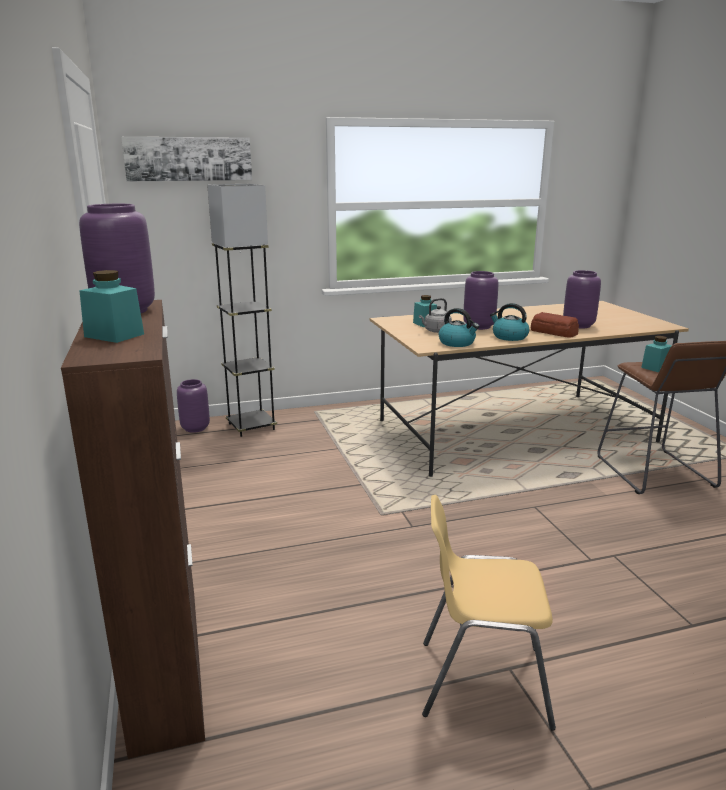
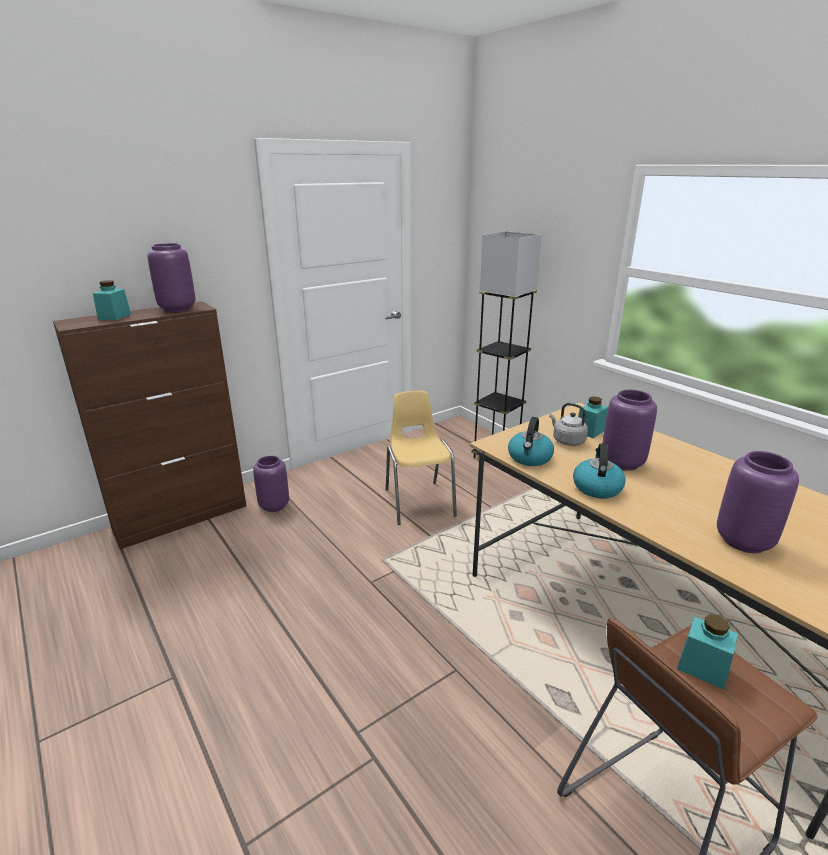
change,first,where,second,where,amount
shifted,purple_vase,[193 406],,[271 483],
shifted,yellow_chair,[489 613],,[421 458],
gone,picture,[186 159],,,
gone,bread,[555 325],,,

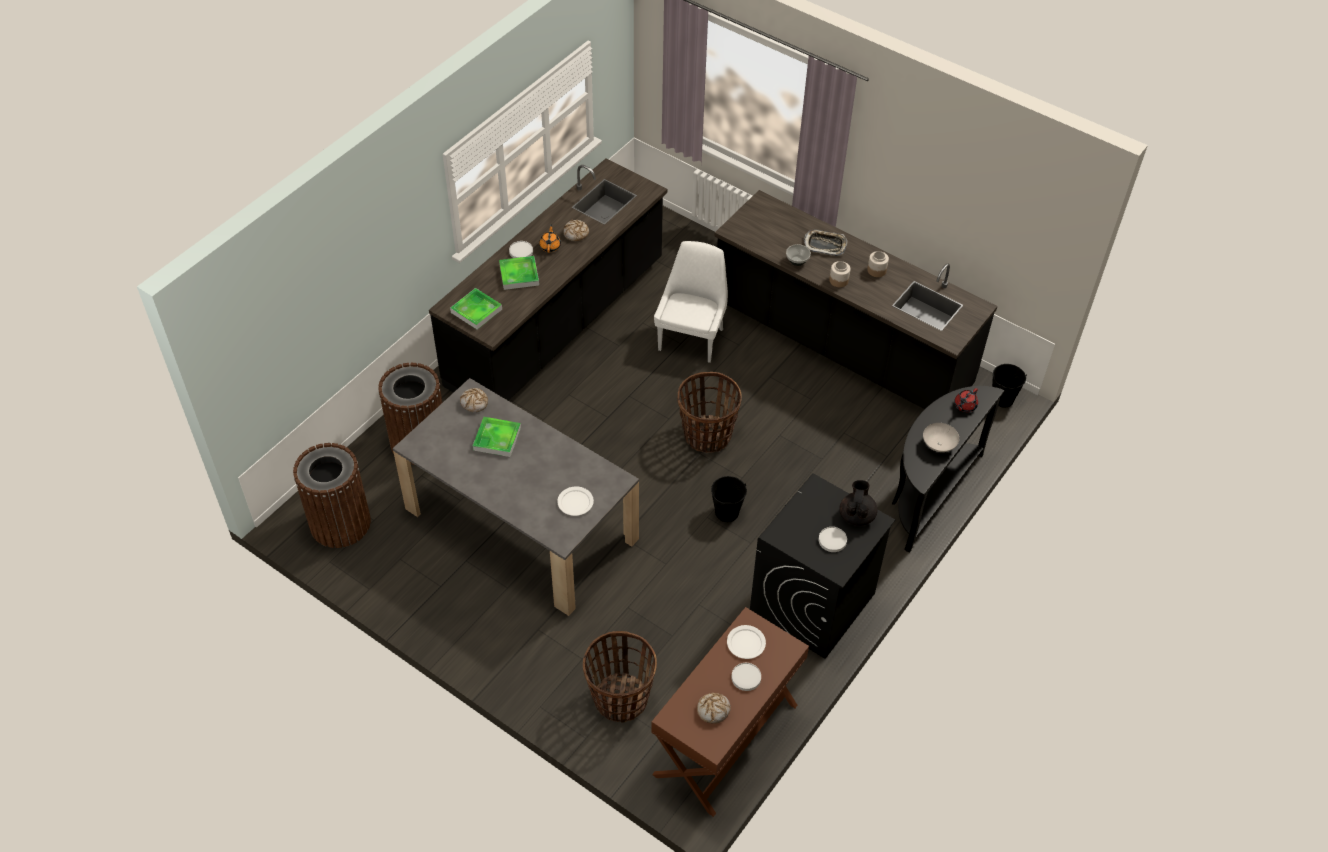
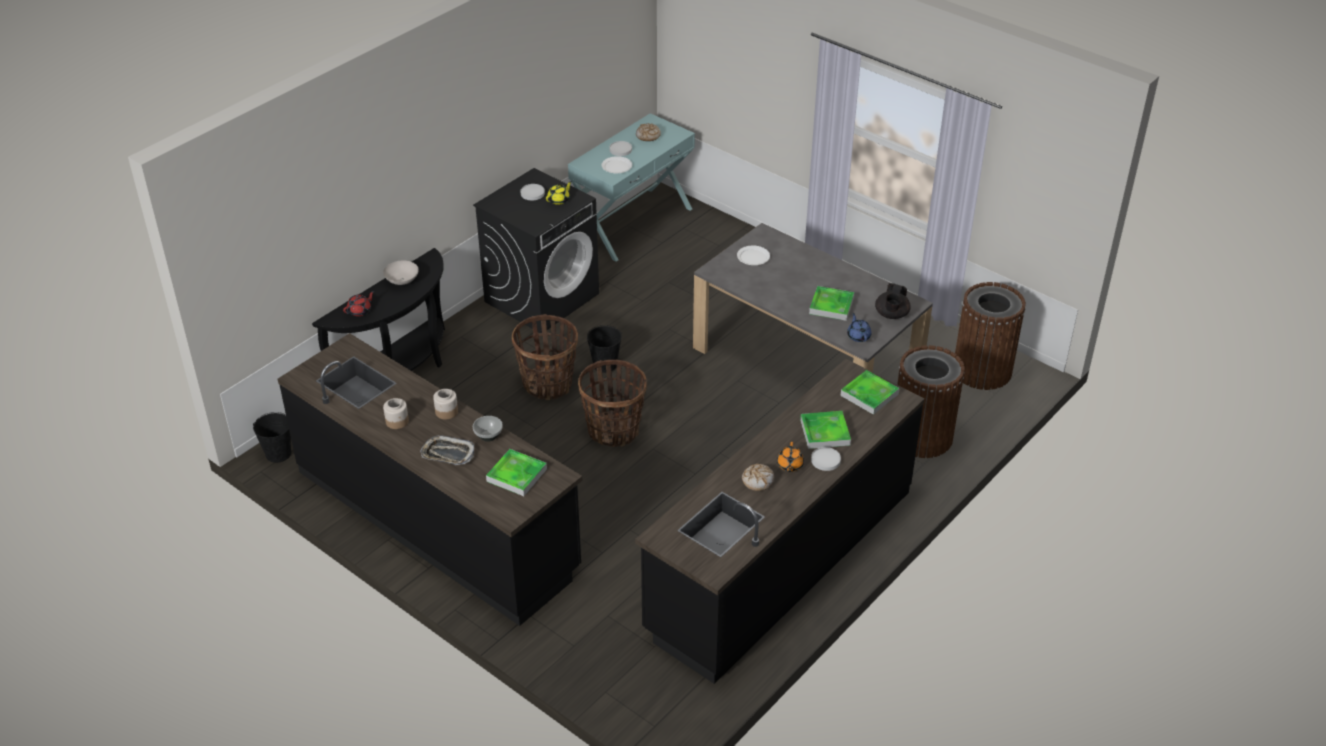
change,first,where,second,where,amount
new,,,tray,[516 472],
shifted,basket,[620 677],,[545 357],
new,,,yellow_teapot,[559 193],
repainted,brown_console_table,[730 712],turquoise_console_table,[631 187],
swapped,bread,[474 400],blue_teapot,[859 327],
shifted,black_teapot,[858 503],,[893 301],
gone,white_chair,[691 302],,,

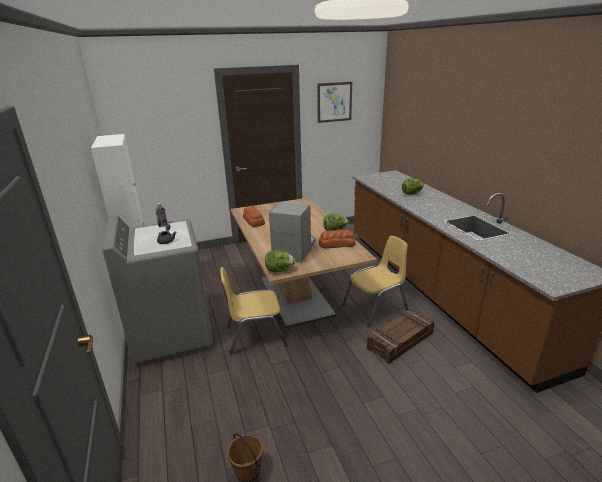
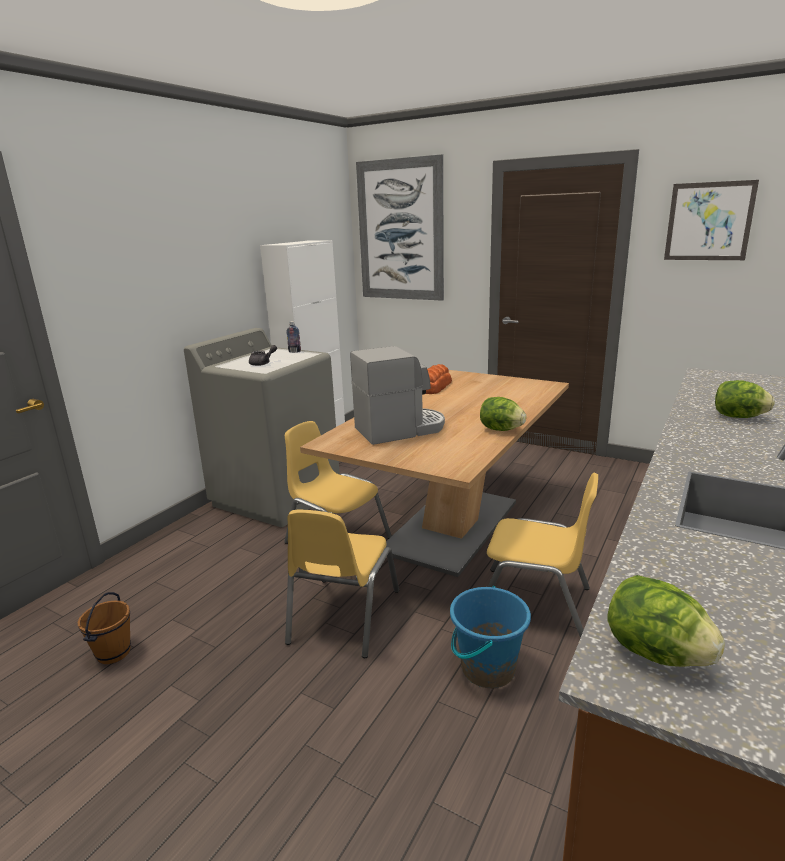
change,first,where,second,where,amount
new,,,yellow_chair,[342 583],
new,,,picture,[400 227],
swapped,crate,[401 336],blue_bucket,[490 637],
shifted,lettuce,[280 261],,[666 621],
gone,bread,[337 239],,,

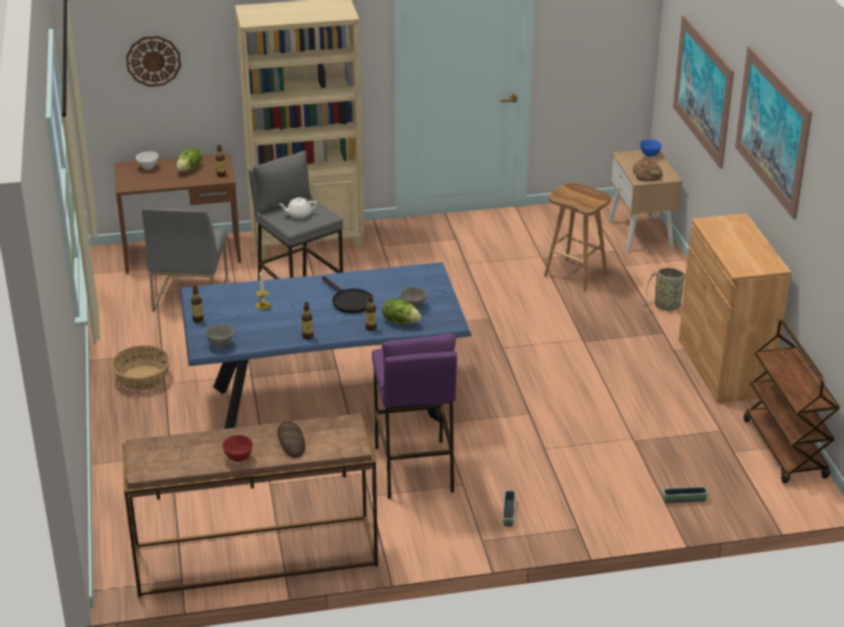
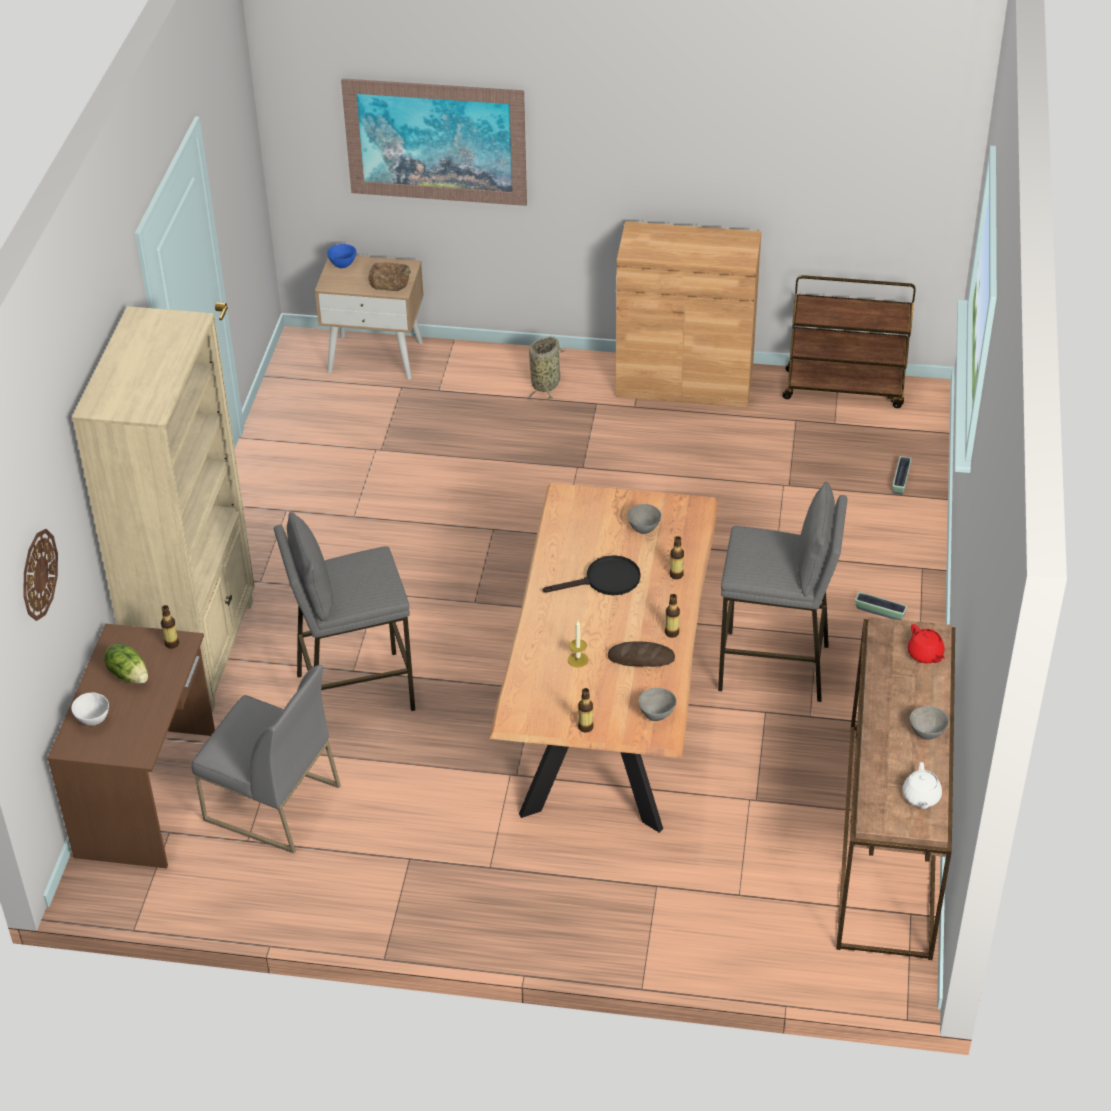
change,first,where,second,where,amount
repainted,blue_dining_table,[326 345],brown_dining_table,[603 658],
shifted,bread,[291 439],,[641 654],
repainted,purple_stool,[414 416],grey_stool,[782 592],
shifted,white_teapot,[297 208],,[922 785],
new,,,red_teapot,[926 643],
repainted,red_bowl,[237 448],grey_bowl,[929 723],
gone,basket,[140 368],,,
gone,lettuce,[401 311],,,
gone,brown_stool,[577 237],,,
gone,picture,[773 133],,,

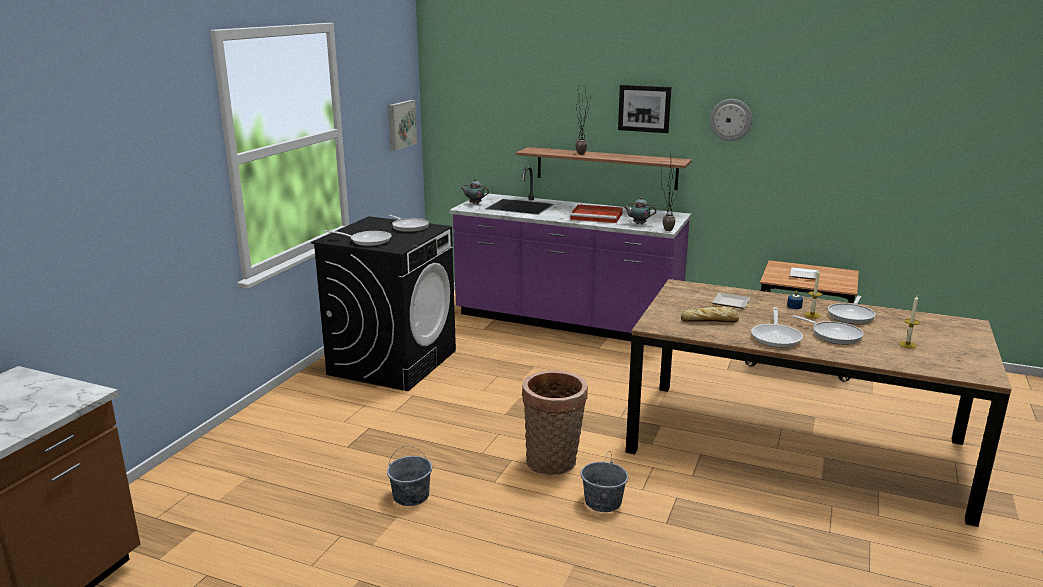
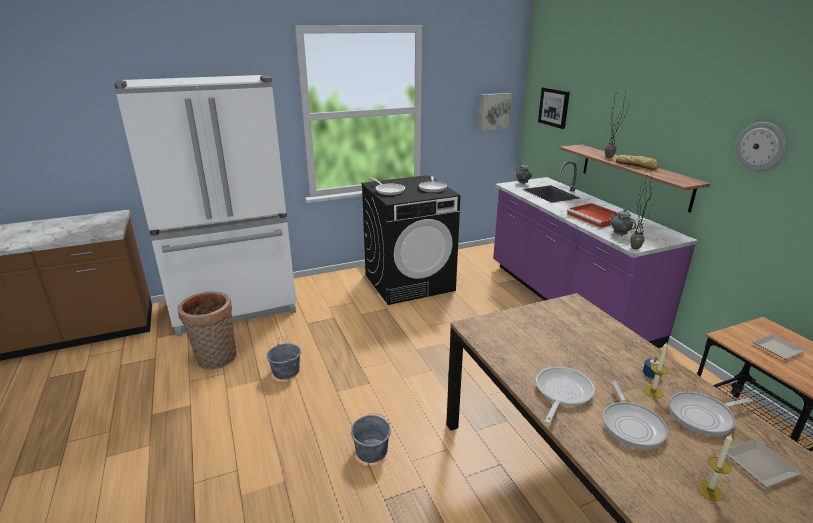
change,first,where,second,where,amount
new,,,white_fridge,[205 206],
shifted,basket,[555 422],,[207 330],
rotated,frying_pan,[777 327],,[565 395],150 degrees clockwise
shifted,picture,[645 109],,[554 108],
shifted,bread,[710 314],,[637 162],
shifted,plate,[731 300],,[764 463],

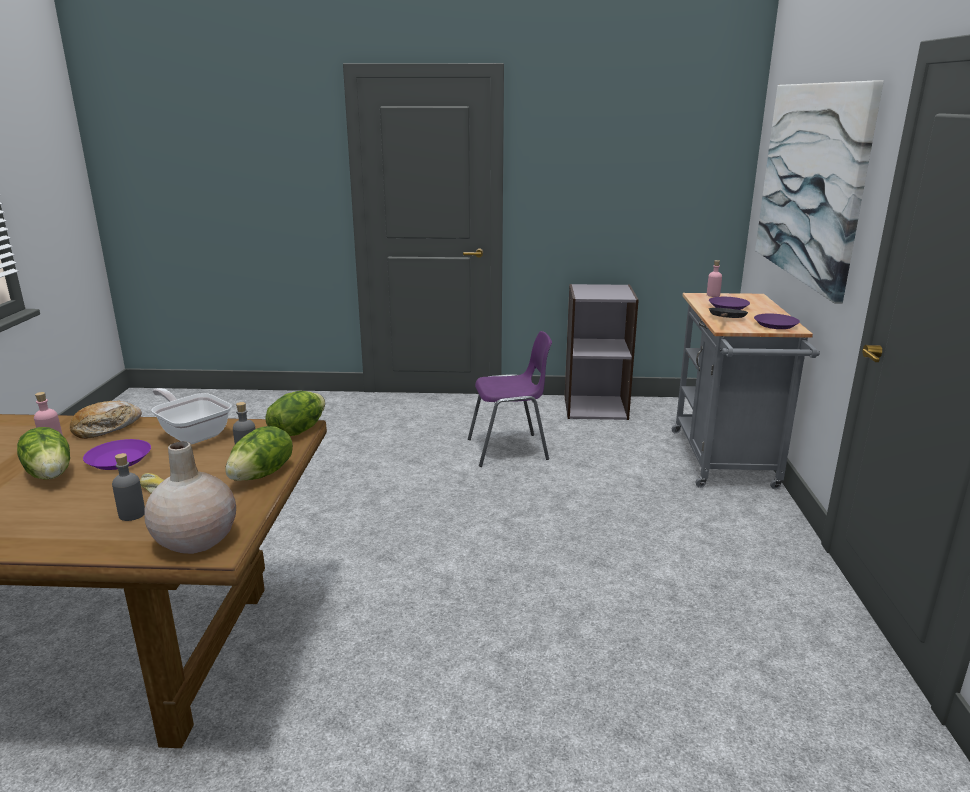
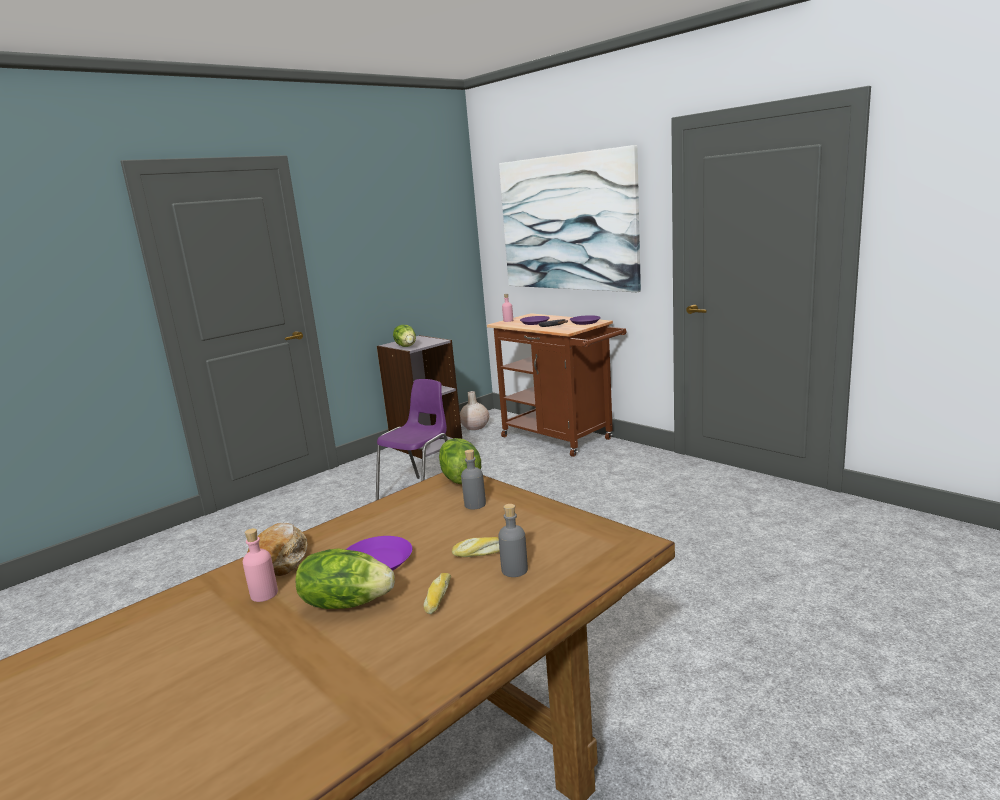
change,first,where,second,where,amount
shifted,lettuce,[259 453],,[404 336],
new,,,bread,[437 593],
shifted,beige_vase,[190 497],,[474 410],
repainted,grey_cart,[746 391],brown_cart,[556 385],
gone,frying_pan,[191 416],,,

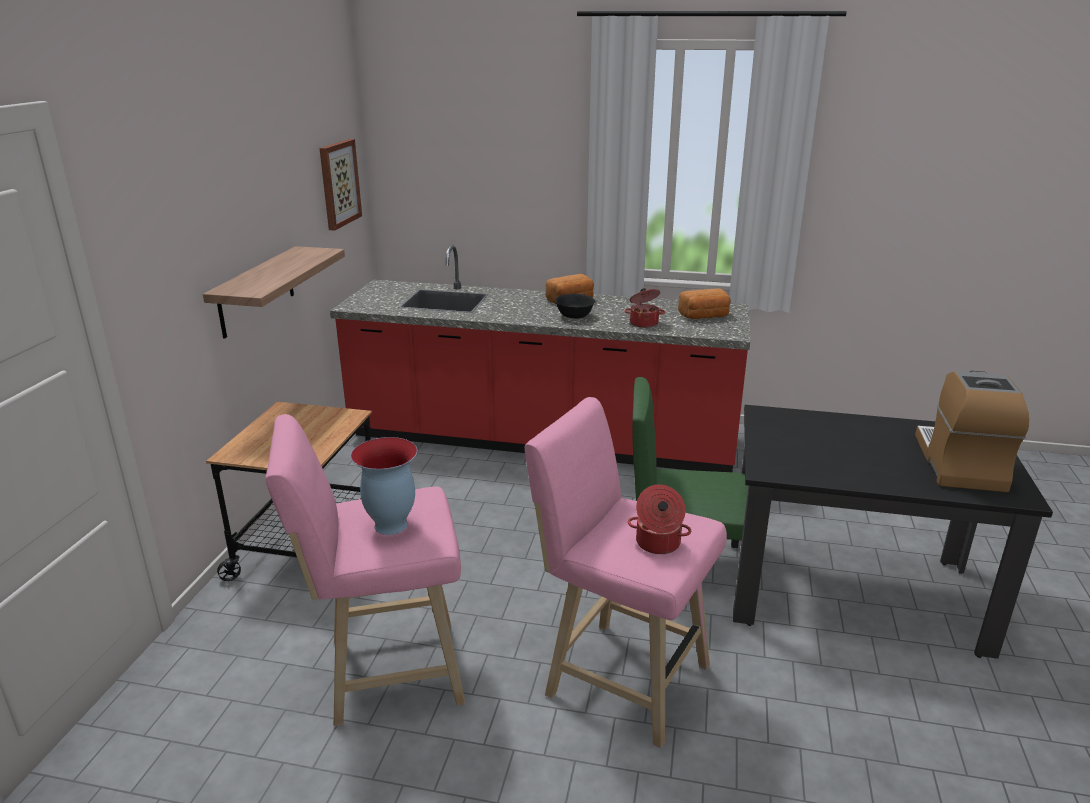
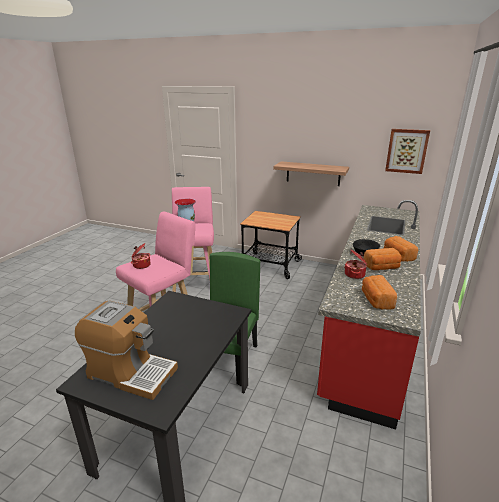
change,first,where,second,where,amount
new,,,bread,[383 259],

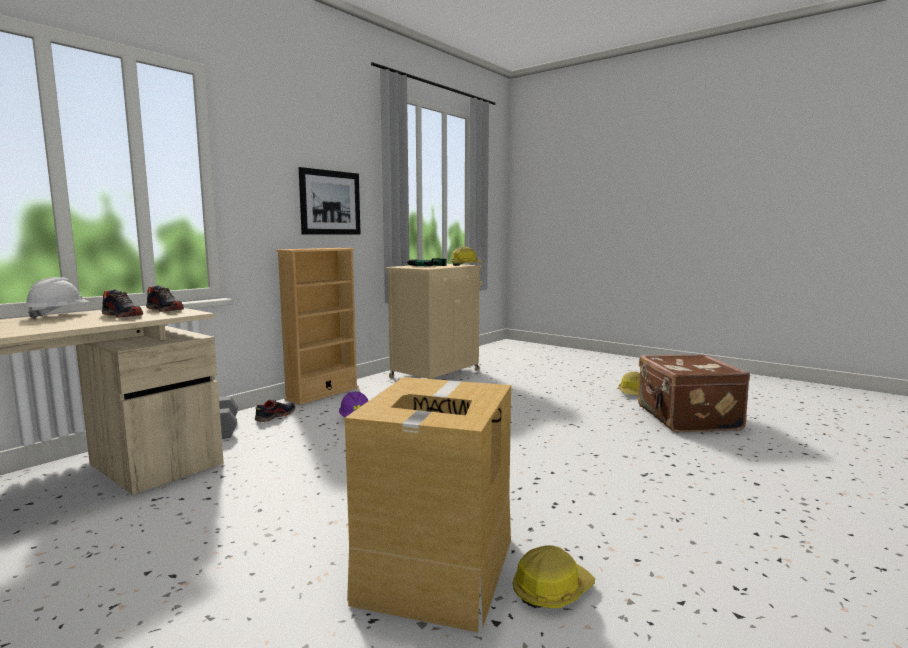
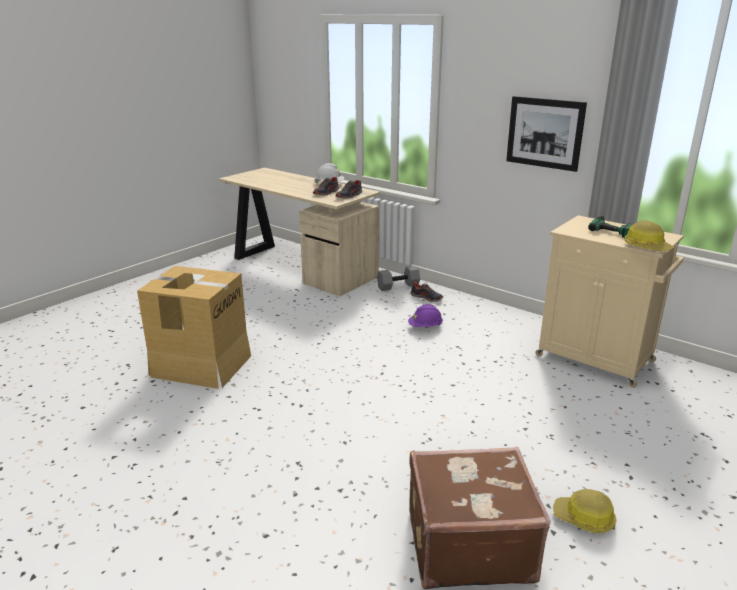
change,first,where,second,where,amount
gone,beige_bookcase,[318 326],,,
gone,hard_hat,[554 576],,,

